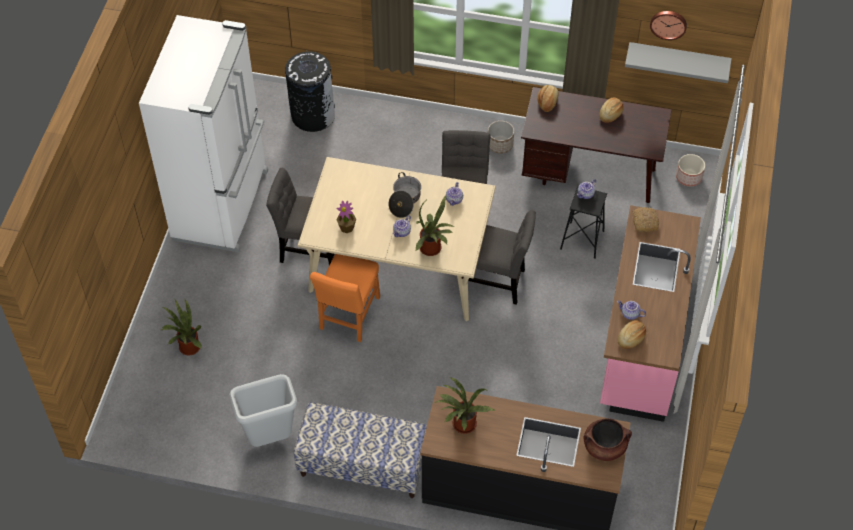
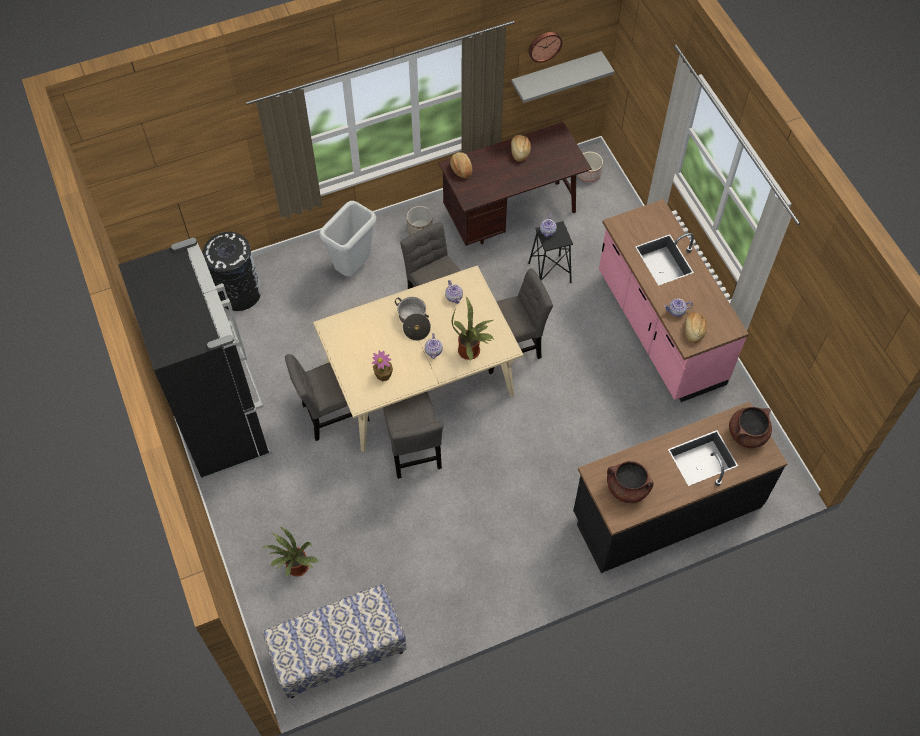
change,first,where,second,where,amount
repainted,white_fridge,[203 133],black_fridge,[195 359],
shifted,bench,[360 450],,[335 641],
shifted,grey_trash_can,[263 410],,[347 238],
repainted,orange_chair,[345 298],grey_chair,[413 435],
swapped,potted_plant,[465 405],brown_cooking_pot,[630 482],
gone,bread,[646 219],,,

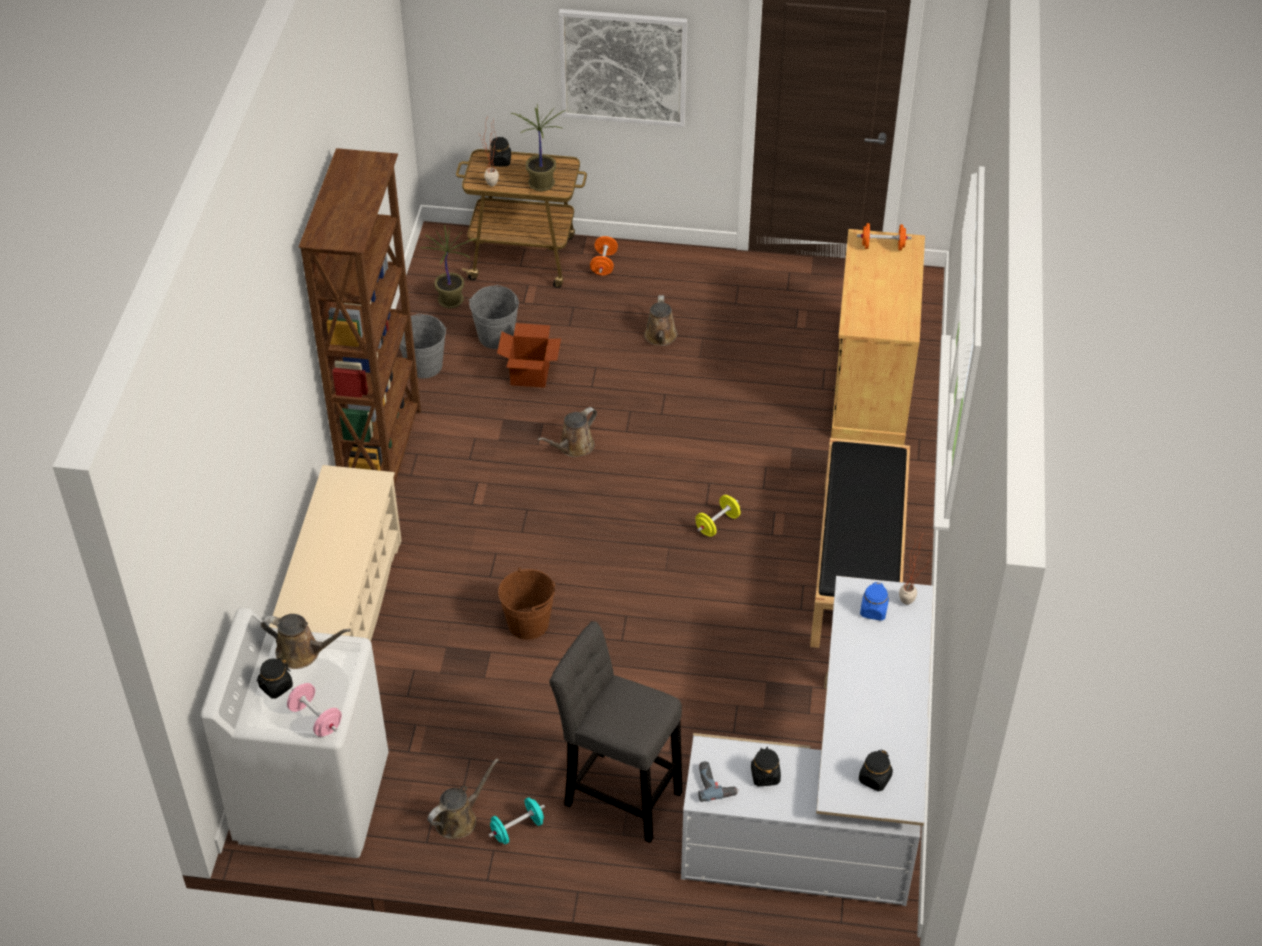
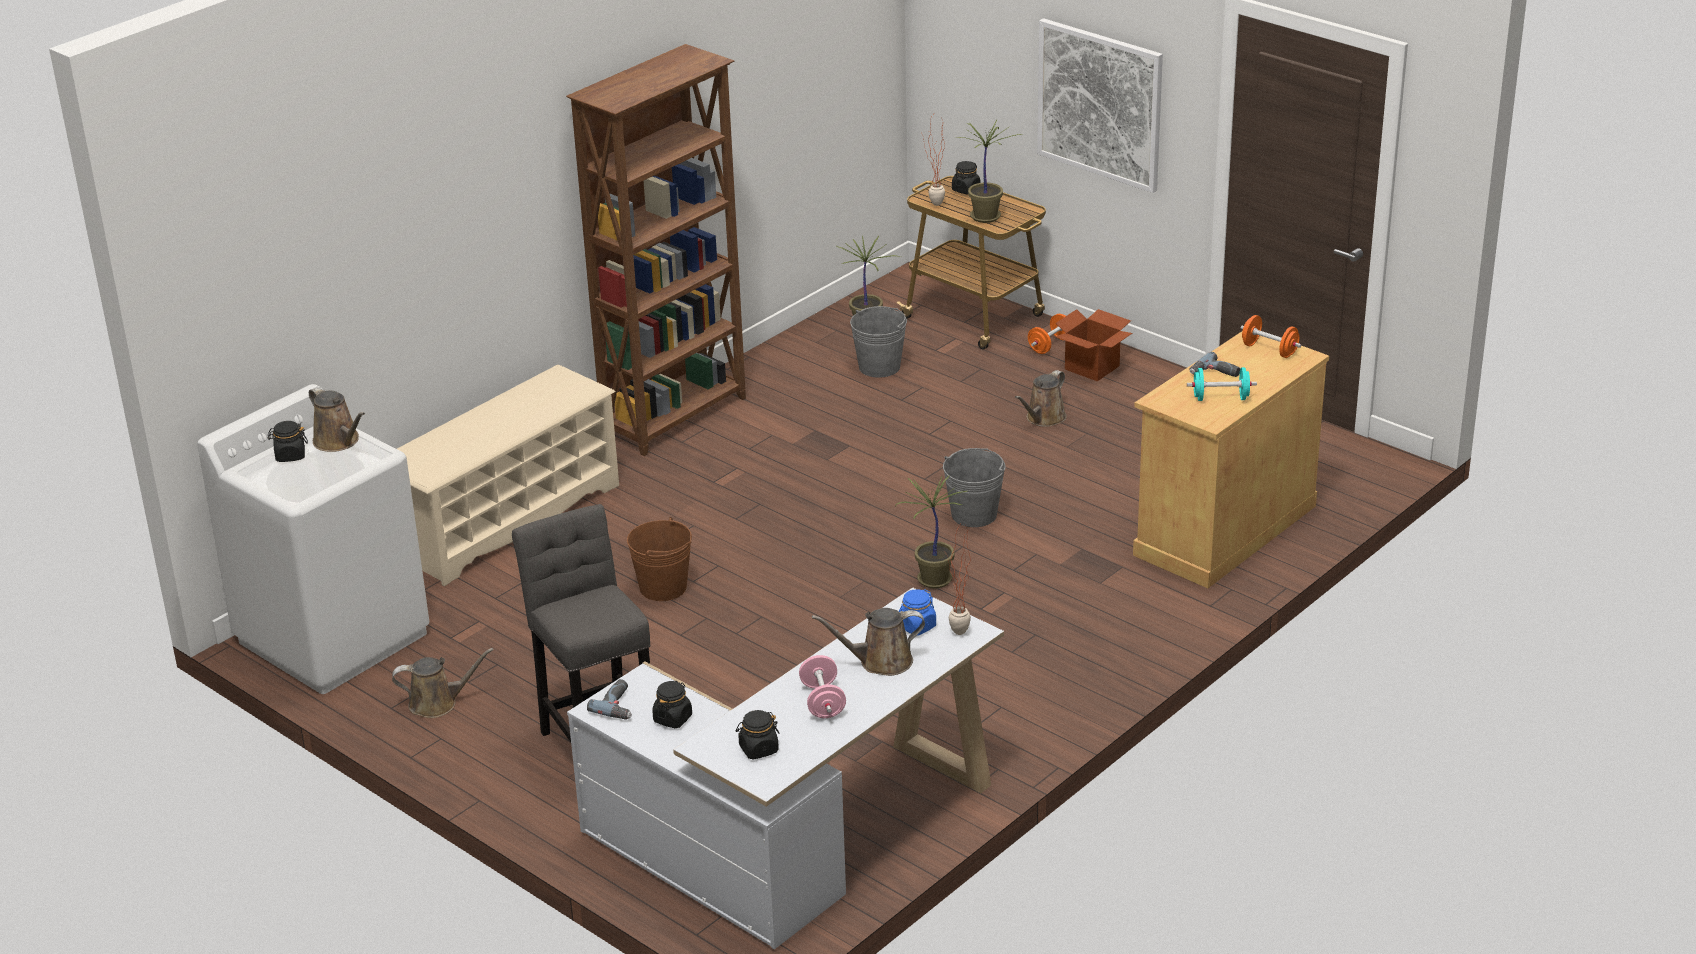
change,first,where,second,where,amount
shifted,pink_dumbbell,[314 710],,[822 686],
shifted,brown_watering_can,[567 432],,[868 642],
swapped,yellow_dumbbell,[717 516],potted_plant,[931 532],
shifted,grey_bucket,[422 346],,[974 487],
shifted,cardboard_box,[529 355],,[1093 345],
shifted,turquoise_dumbbell,[517 821],,[1222 384],
new,,,power_drill,[1215 364],
gone,black_bench,[860 543],,,

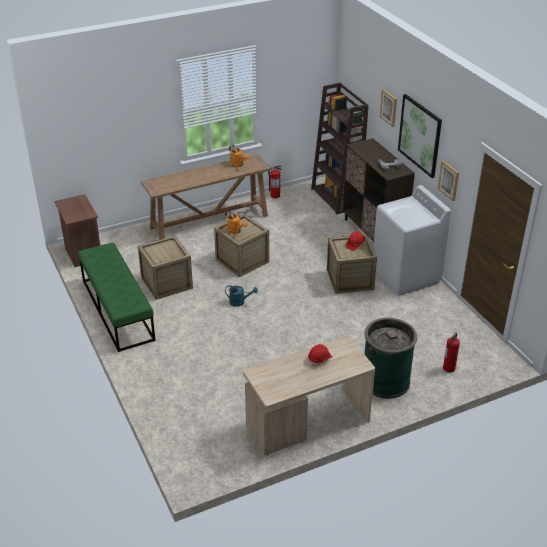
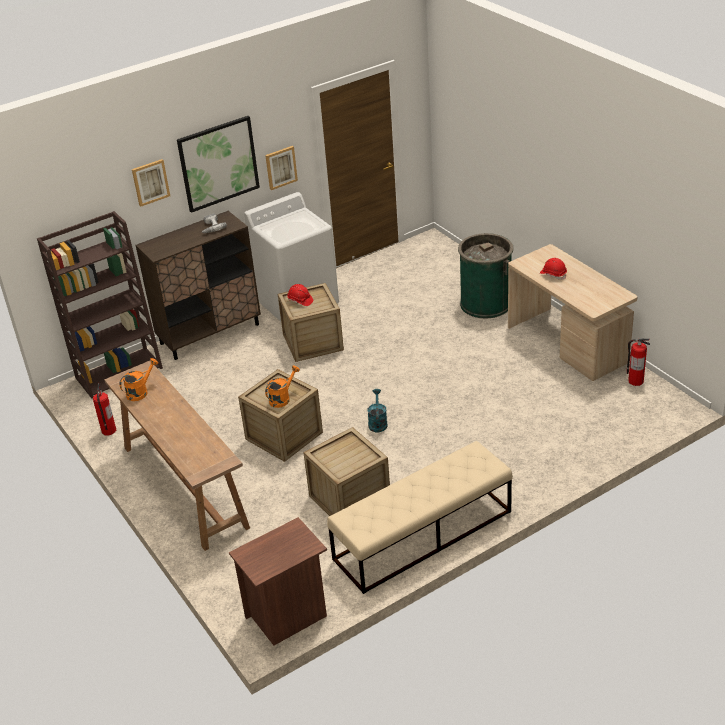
change,first,where,second,where,amount
repainted,green_bench,[117 297],beige_bench,[420 517],
shifted,fire_extinguisher,[451 353],,[638 362],

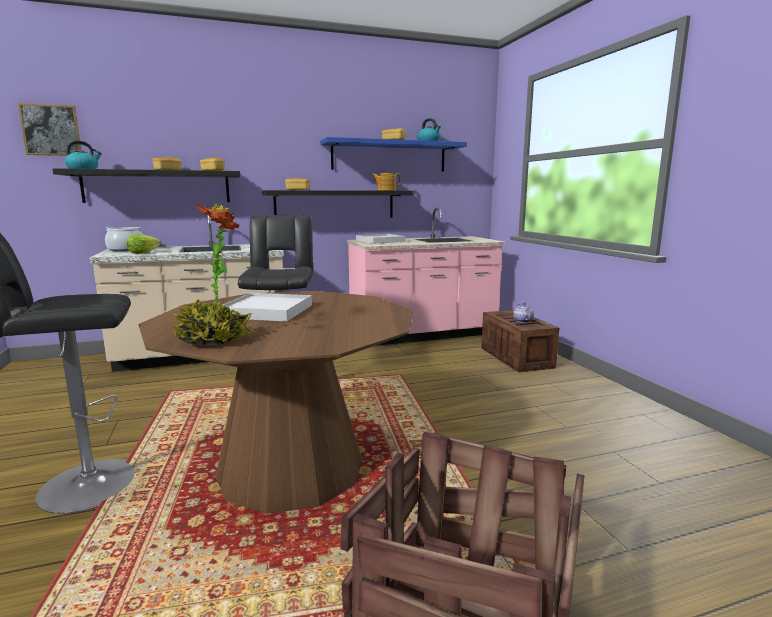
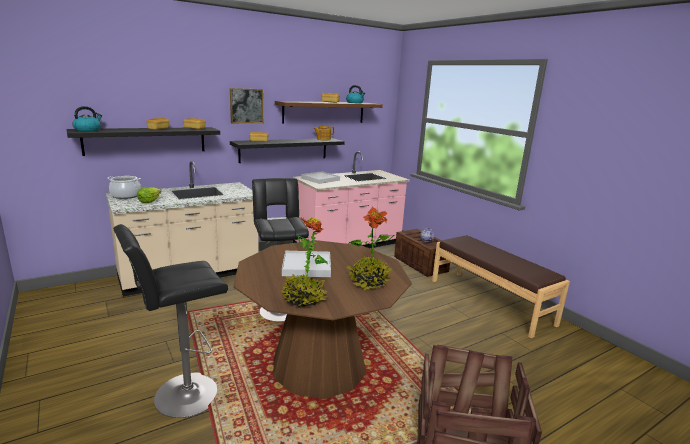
change,first,where,second,where,amount
shifted,picture,[49 129],,[246 105],
repainted,blue_shelf,[393 154],brown_shelf,[329 112],
new,,,potted_plant,[370 249],
new,,,brown_bench,[501 286],

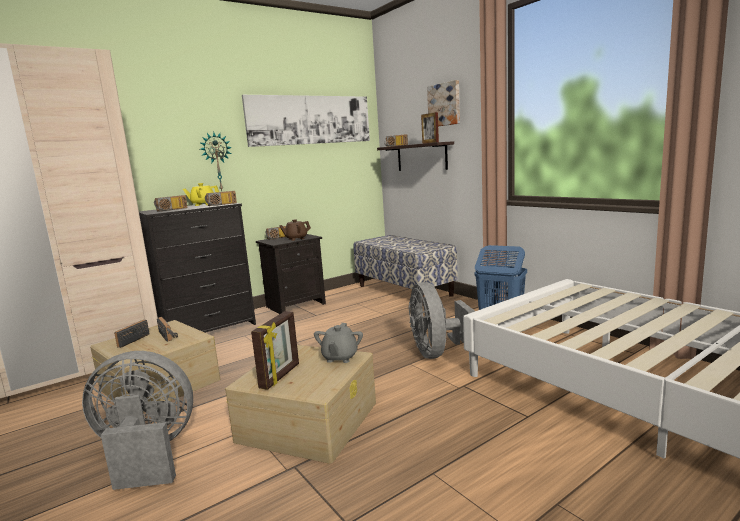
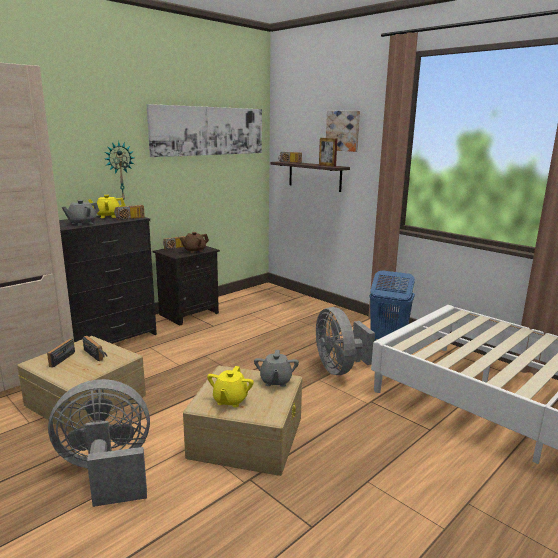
change,first,where,second,where,amount
swapped,radio,[170 203],grey_teapot,[81 213],
swapped,picture_frame,[275 350],yellow_teapot,[230 386],
gone,bench,[405 266],,,

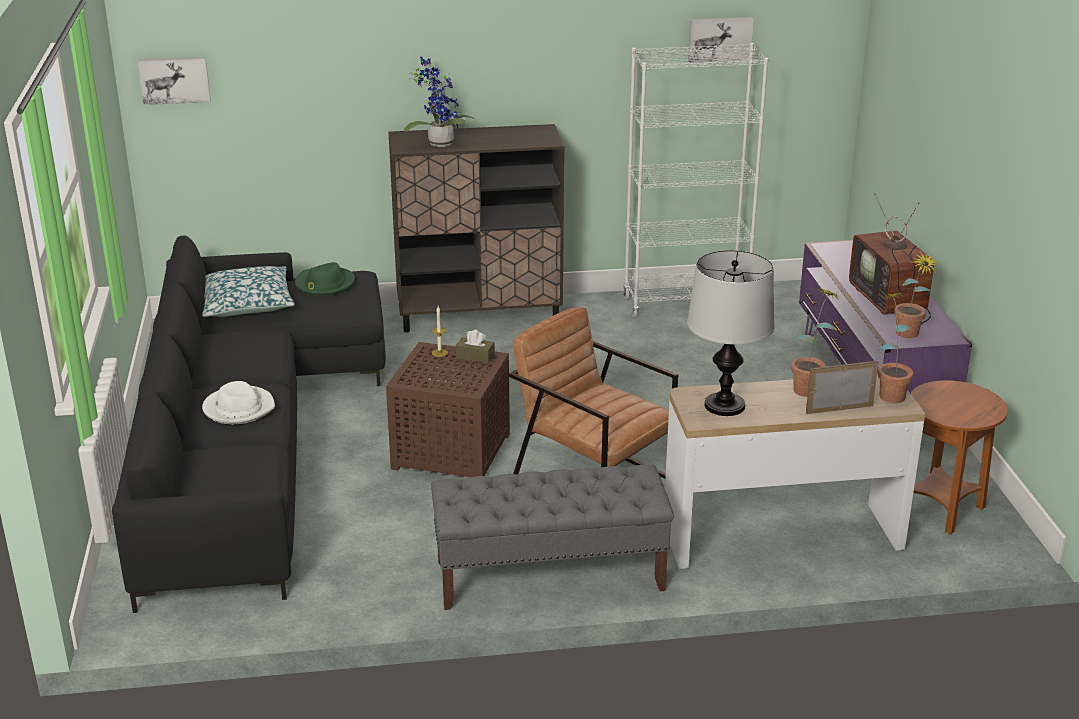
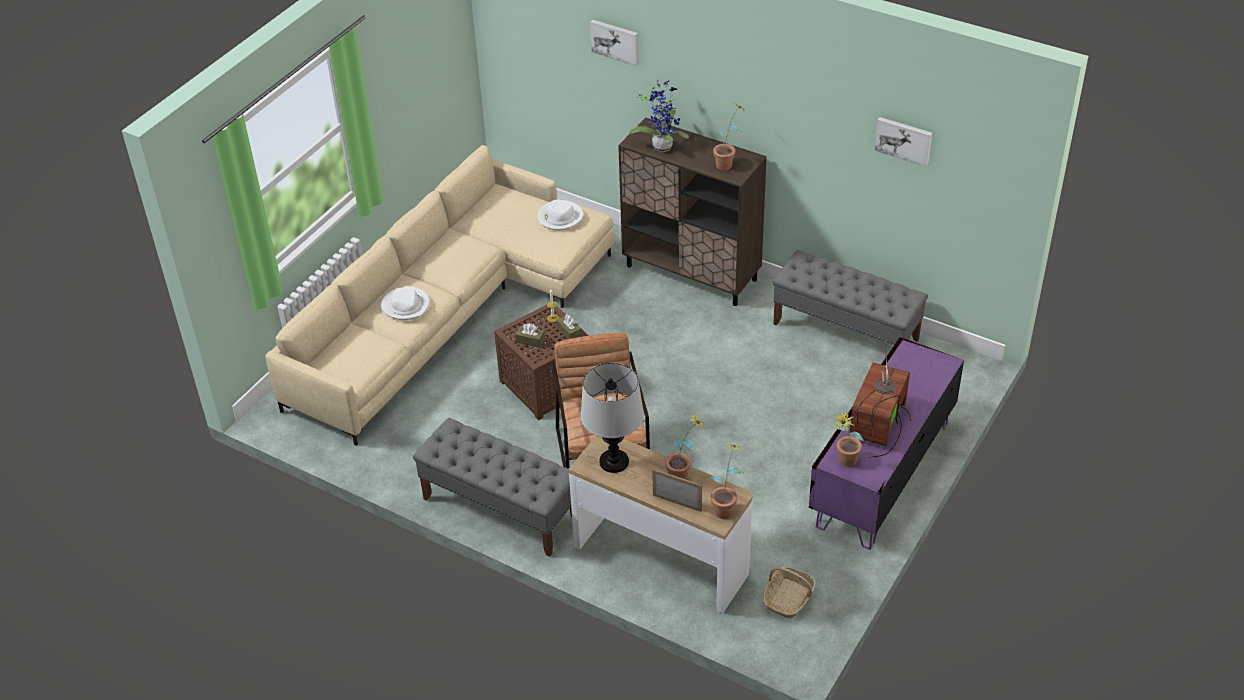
change,first,where,second,where,amount
repainted,black_sofa,[249 424],beige_sofa,[439 295],
new,,,brown_tissue_box,[530 335],
repainted,green_hat,[325 279],white_hat,[560 215],
shifted,picture,[174 81],,[614 43],
new,,,potted_plant,[730 136],
swapped,brown_side_table,[959 457],basket,[789 592],
swapped,white_bookcase,[695 180],grey_bench,[850 297],
gone,pillow,[248 291],,,

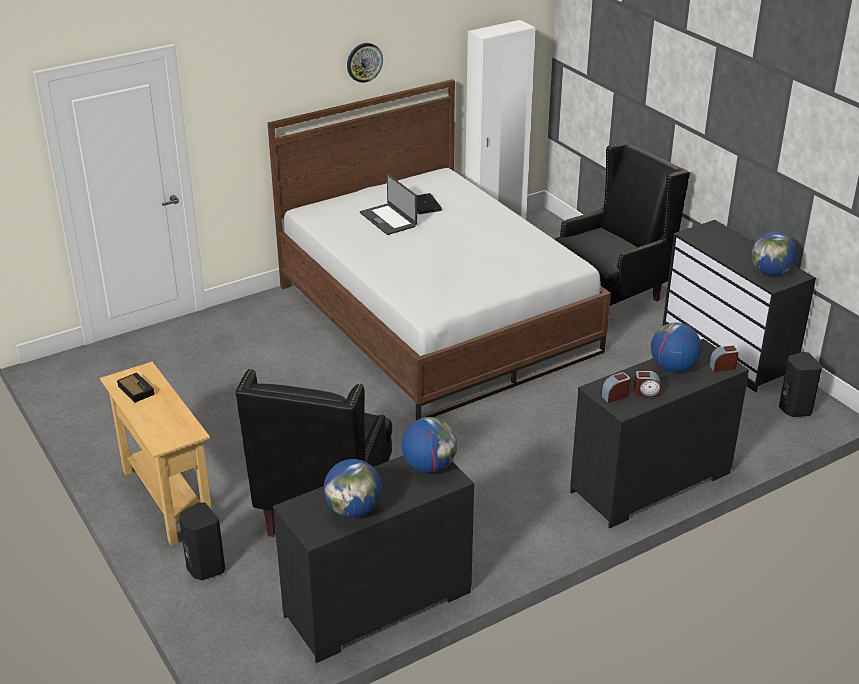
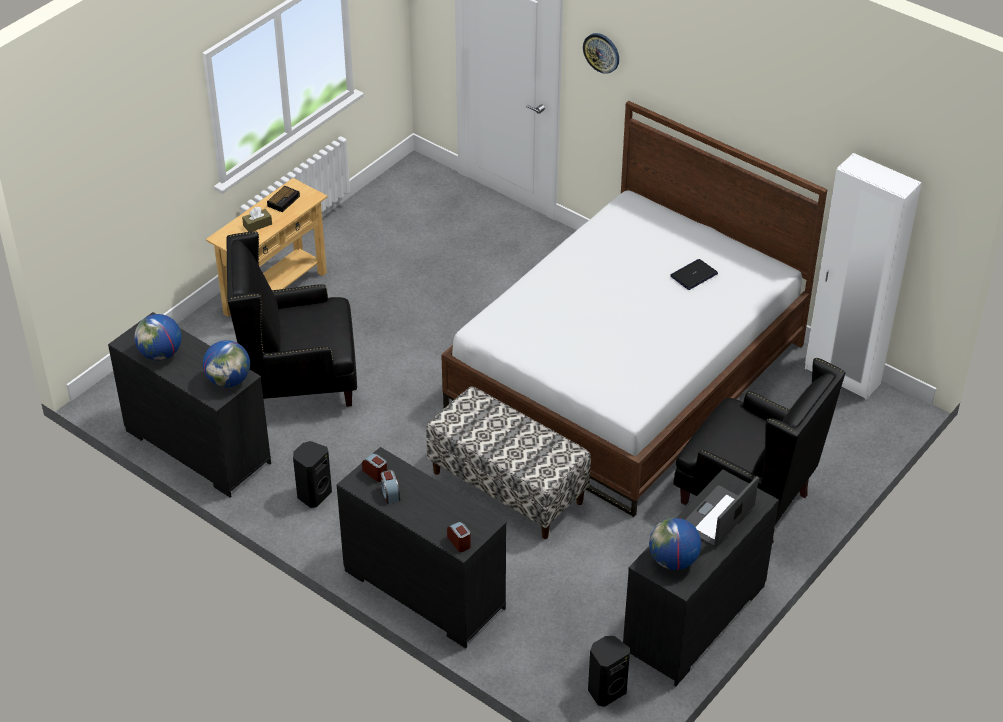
change,first,where,second,where,amount
new,,,brown_tissue_box,[257 219],
shifted,black_speaker,[202 541],,[312 474],
new,,,bench,[508 462],
shifted,wall_clock,[365 63],,[601 53],
shifted,laptop,[388 204],,[722 511],
gone,globe,[676 347],,,

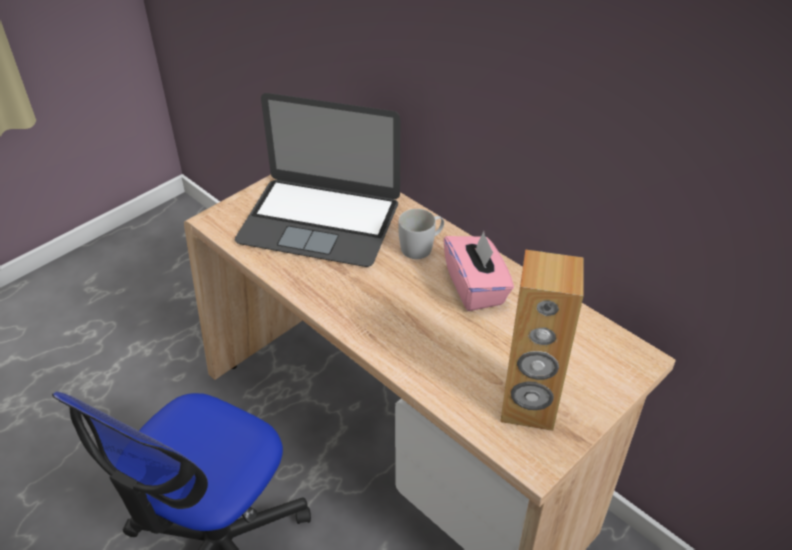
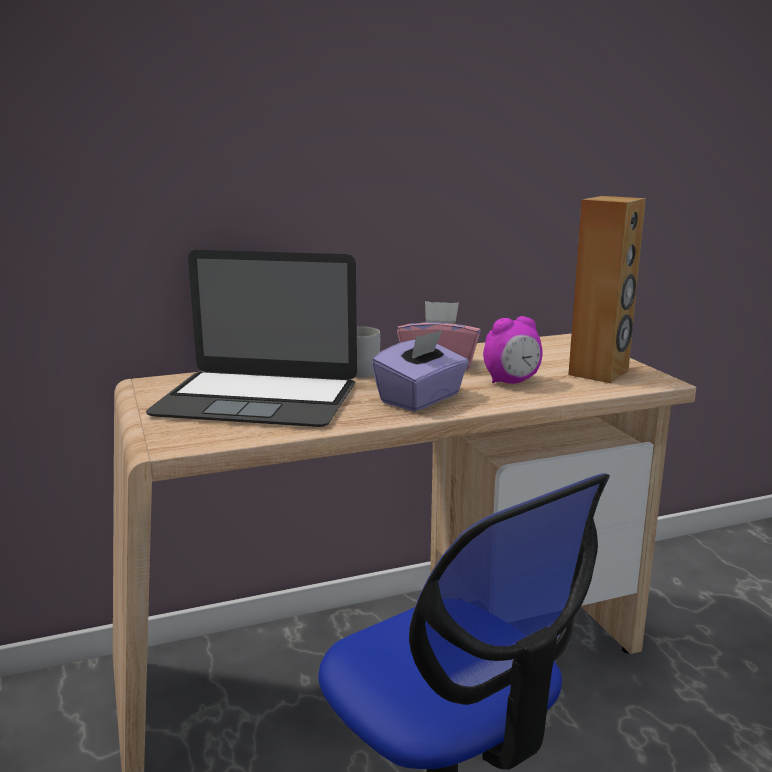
change,first,where,second,where,amount
rotated,laptop,[317 180],,[251 338],60 degrees clockwise
new,,,purple_tissue_box,[420 371],
new,,,alarm_clock,[513 350],

